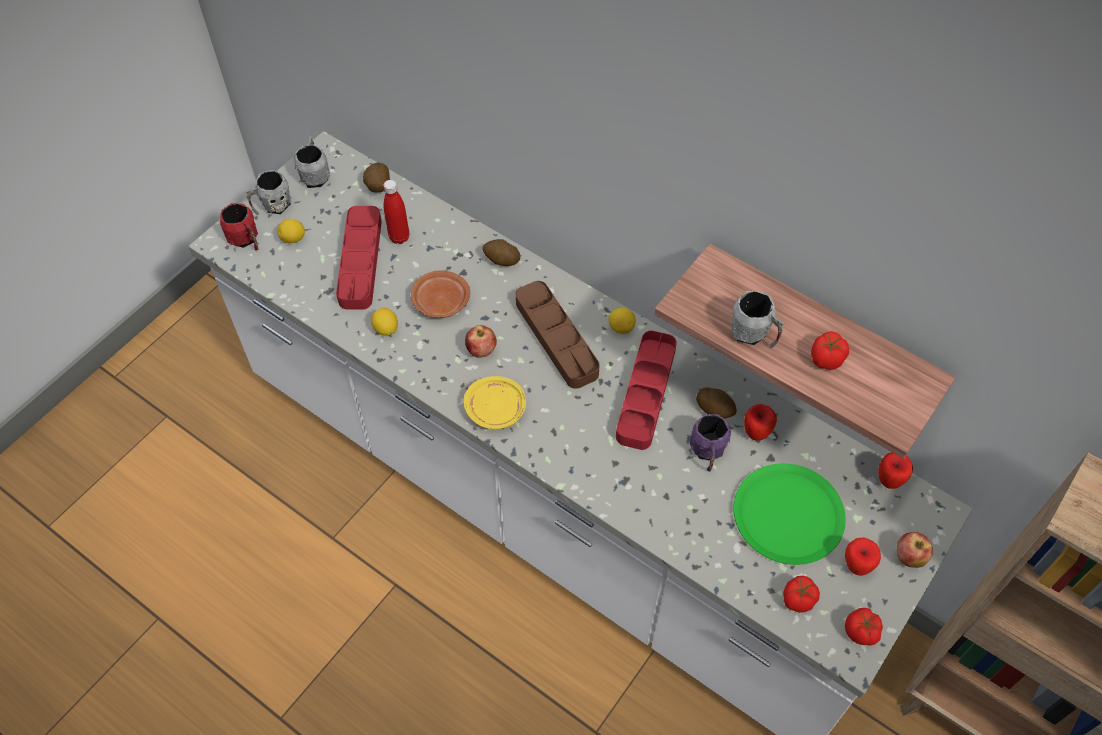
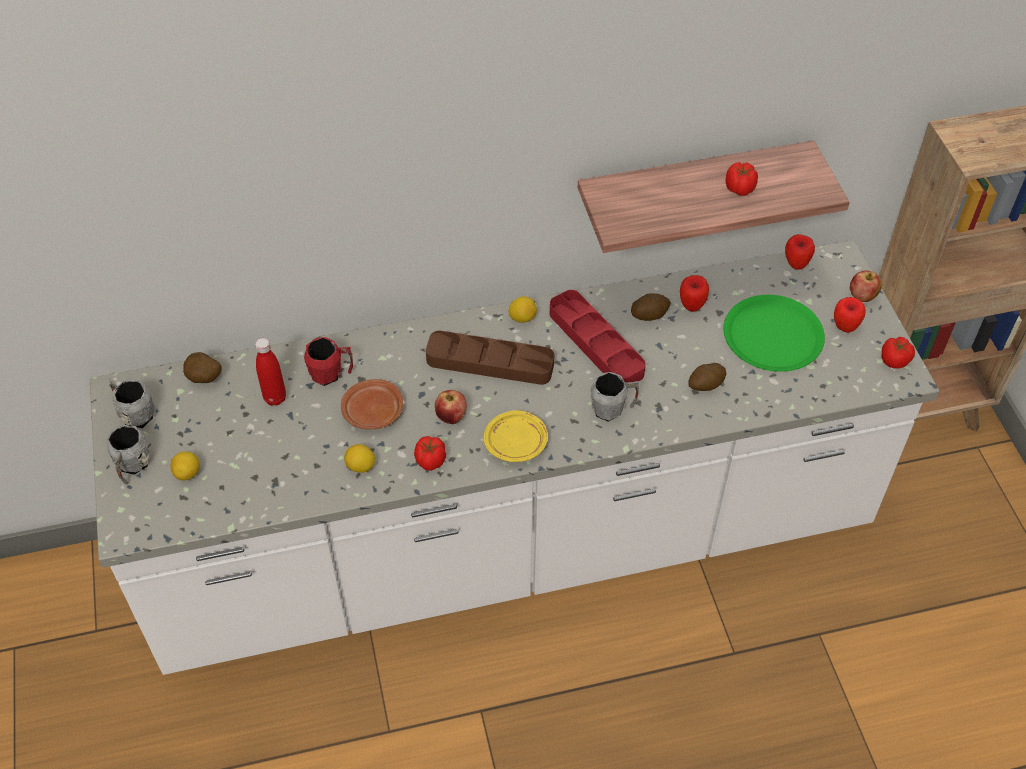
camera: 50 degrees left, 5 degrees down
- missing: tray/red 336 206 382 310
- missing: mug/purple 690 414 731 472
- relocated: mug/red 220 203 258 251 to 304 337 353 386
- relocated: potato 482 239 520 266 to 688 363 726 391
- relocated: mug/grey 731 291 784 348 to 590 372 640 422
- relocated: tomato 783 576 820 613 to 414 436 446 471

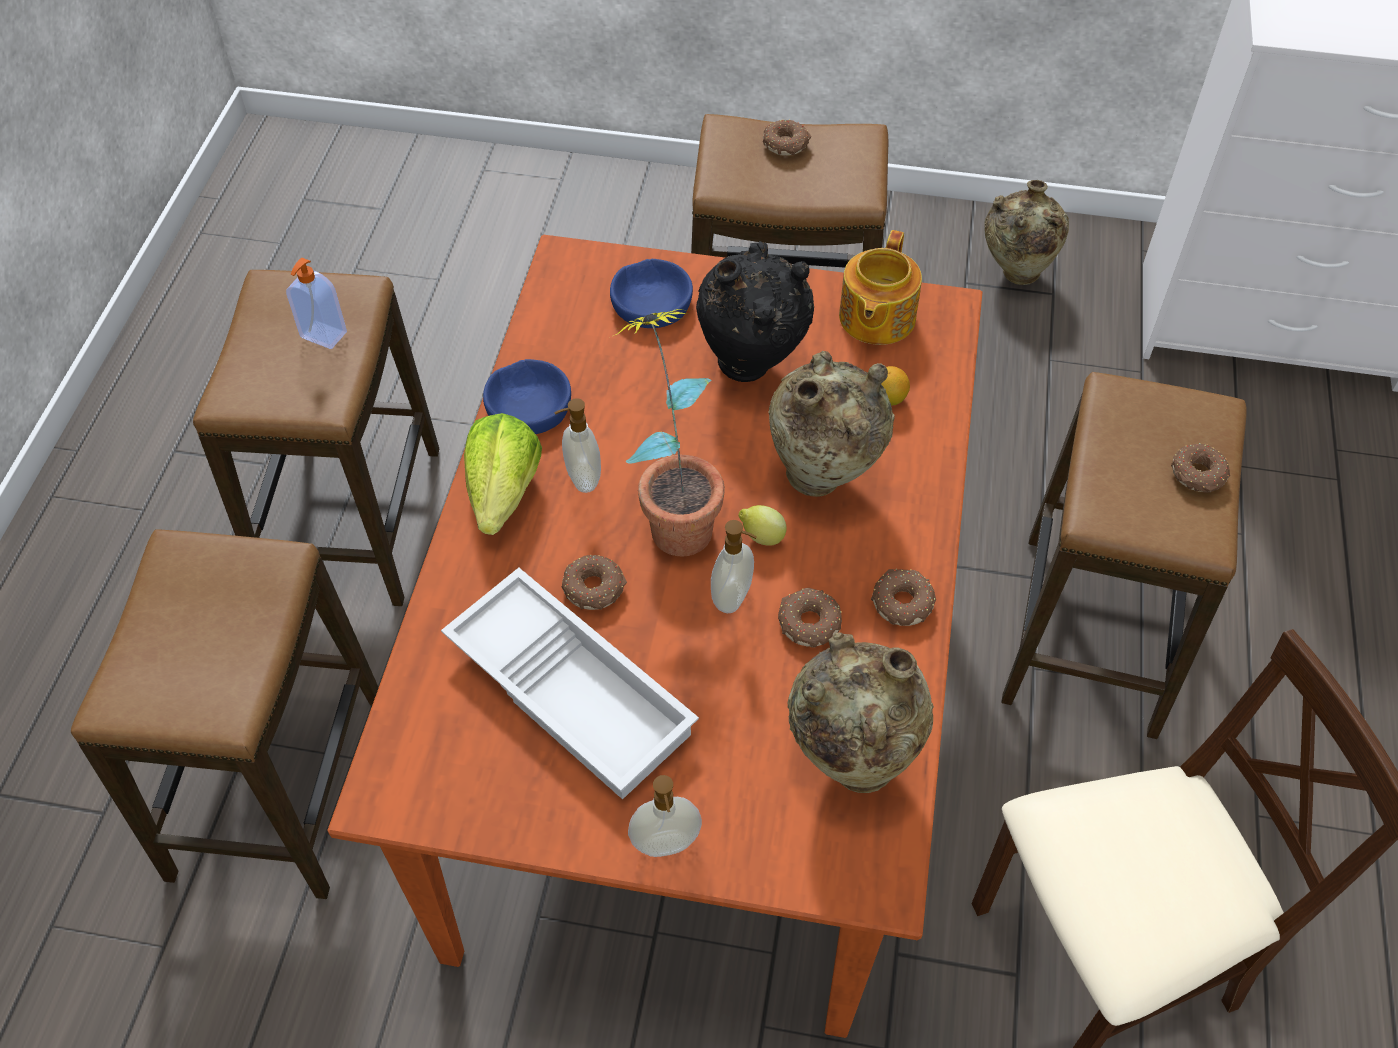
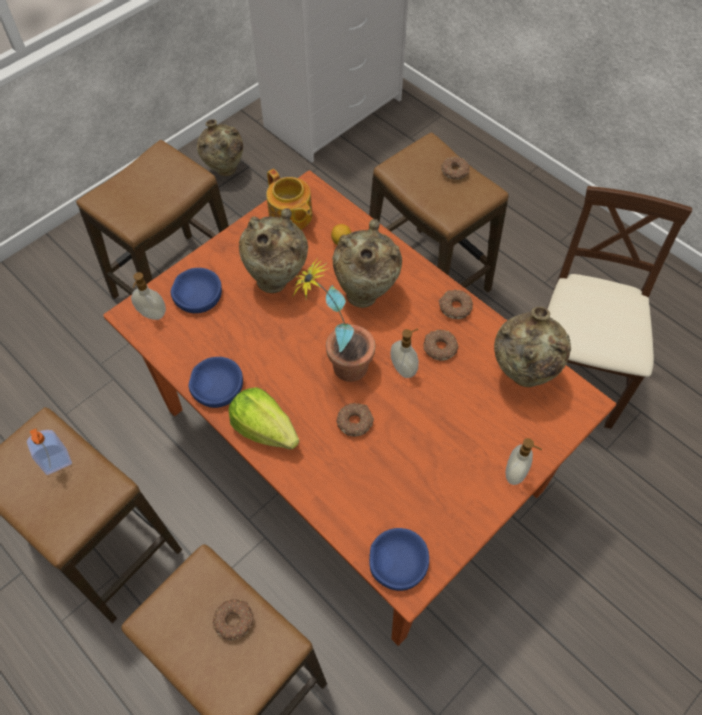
camera: 55 degrees left, 5 degrees up
- missing: tray/white 441 568 699 800
- missing: lemon 739 505 787 546
- appeared: bowl/blue 369 528 429 591
- relocated: soap dispenser 554 398 601 493 to 131 272 166 320
- relocated: donut 763 119 812 156 to 213 599 254 641
- colour: vase/black 696 241 814 382 to vase/beige 239 208 308 293

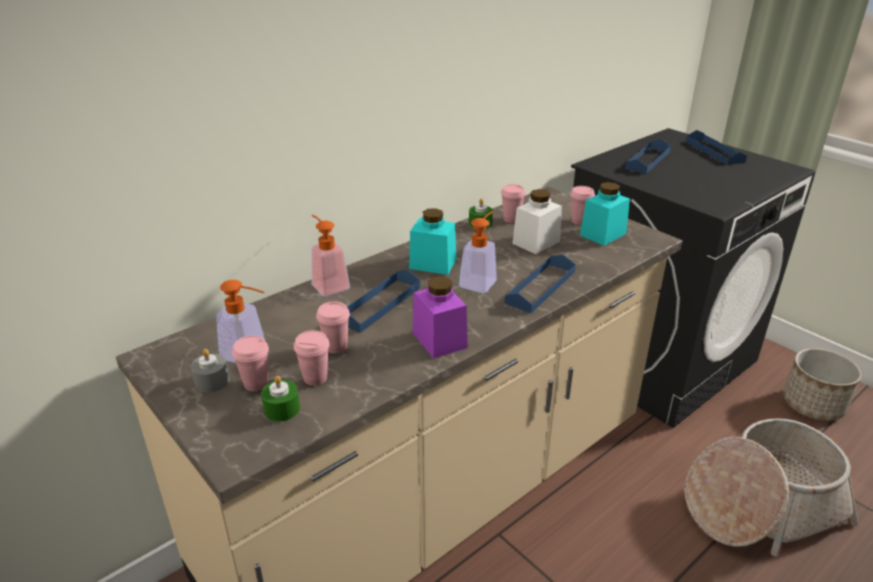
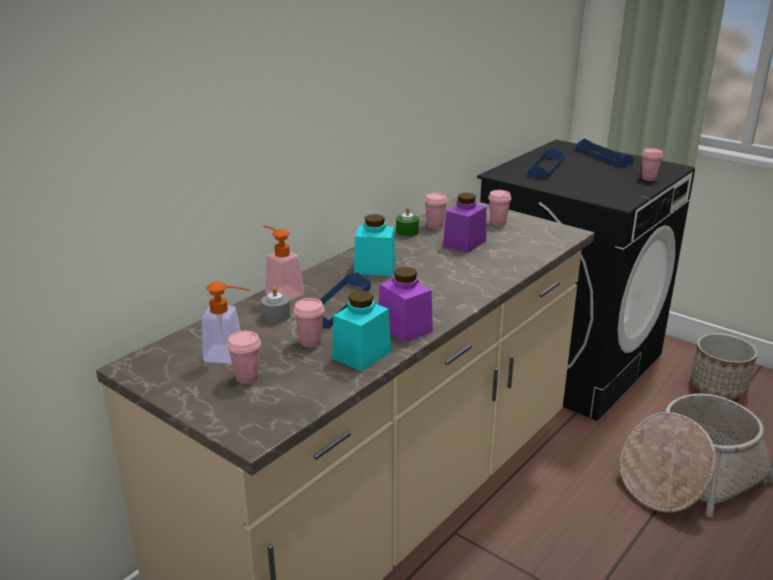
camera: 10 degrees left, 5 degrees down
- missing: candle/green 261 376 300 422
- missing: soap dispenser 459 211 497 293
- missing: tray/blue 504 254 576 313
- relocated: candle/grey 191 349 230 393 to 261 286 291 323
- relocated: cup/pink 294 330 330 386 to 642 148 663 181
- relocated: jar/turquoise 580 182 630 246 to 333 290 391 371
- colour: jar/white 512 189 562 254 to jar/purple 443 193 486 253

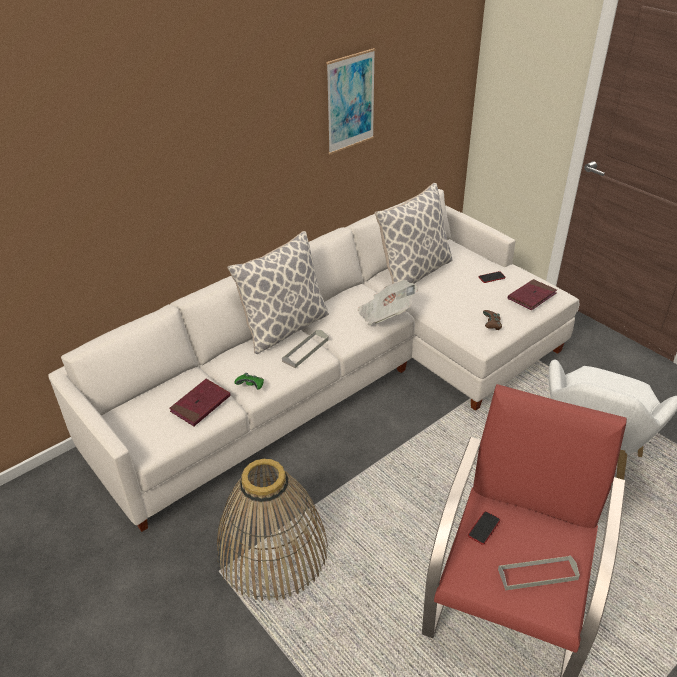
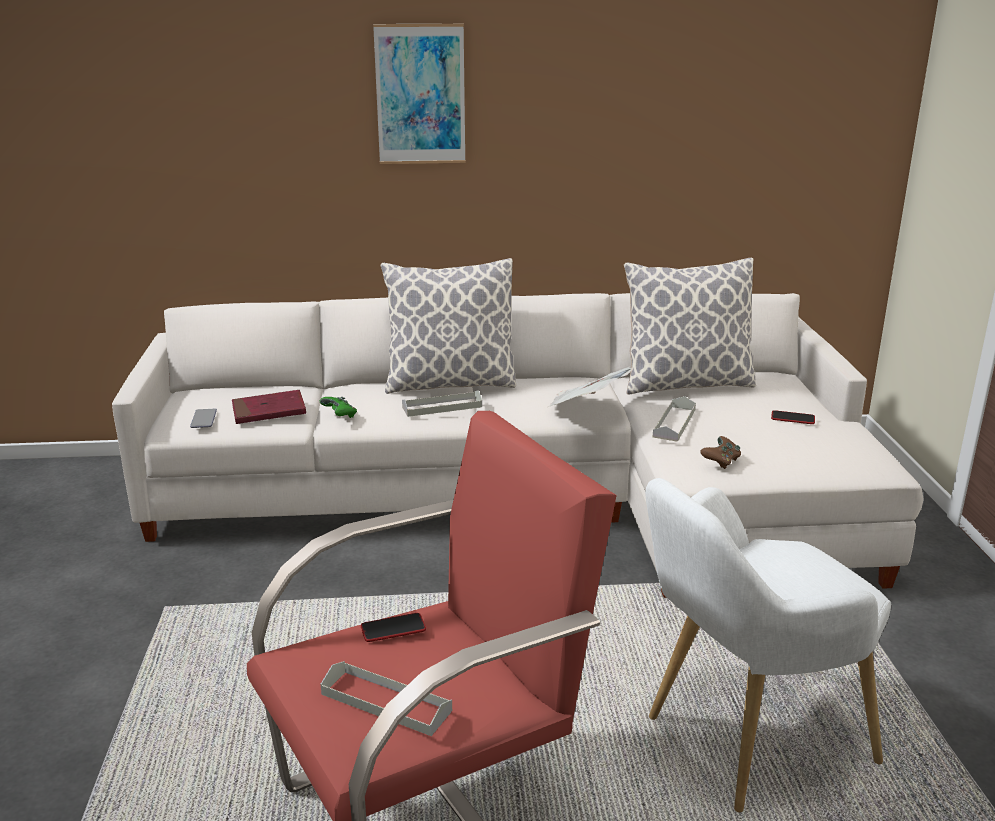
camera: 35 degrees right, 15 degrees down
- missing: basket 217 458 328 601
- missing: book/red 508 279 557 310
- appeared: phone 190 409 217 428
- appeared: tray/grey 653 396 696 442
- relocated: picture 326 48 375 154 to 373 24 465 164

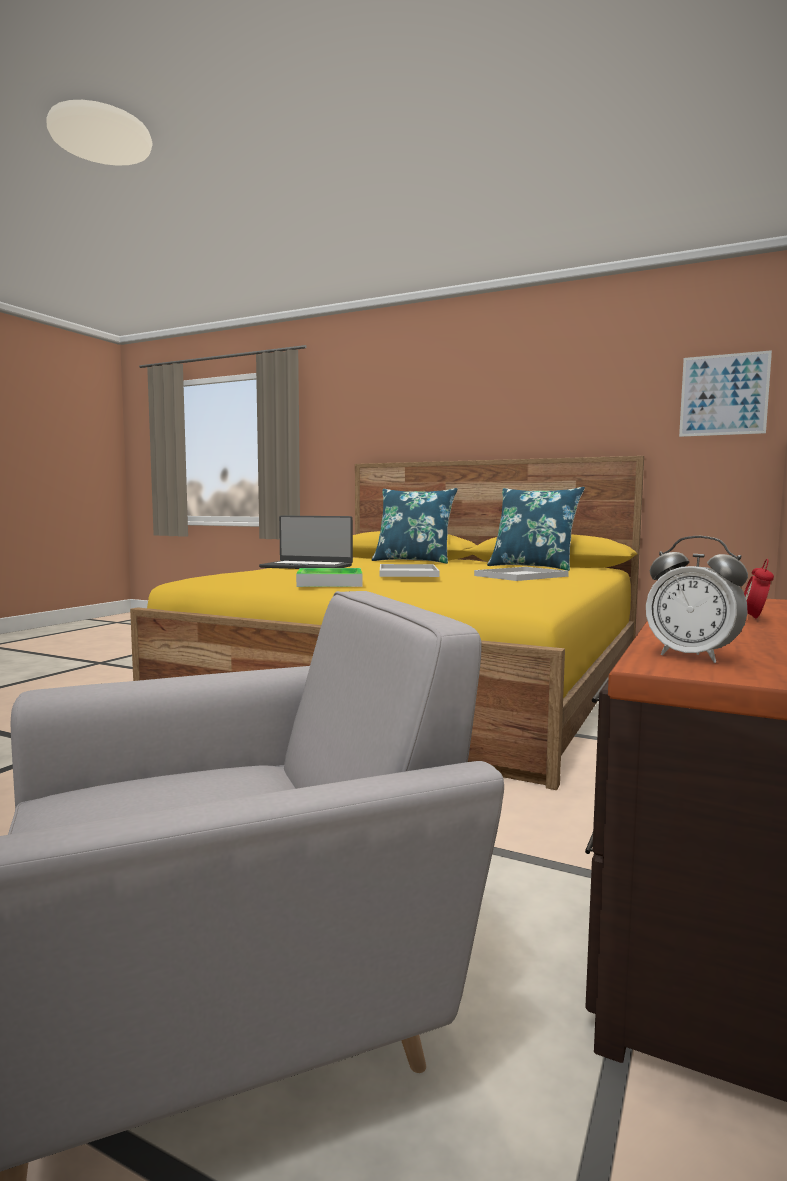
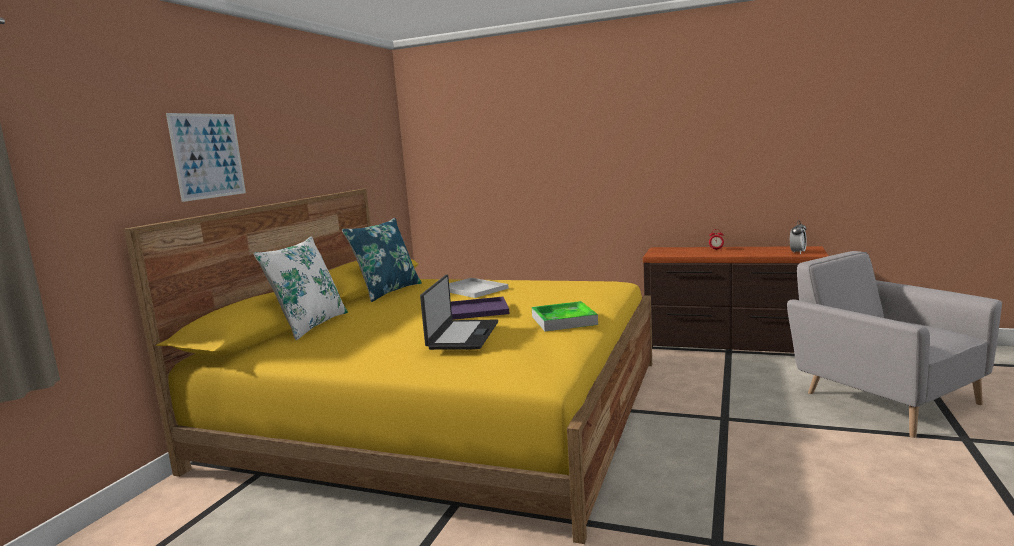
camera: 95 degrees left, 5 degrees up
- relocated: picture 679 350 772 437 to 166 113 246 202
- colour: pillow/blue 372 488 458 564 to pillow/white 254 237 348 340
- colour: tray/white 380 564 439 577 to tray/purple 451 297 509 320

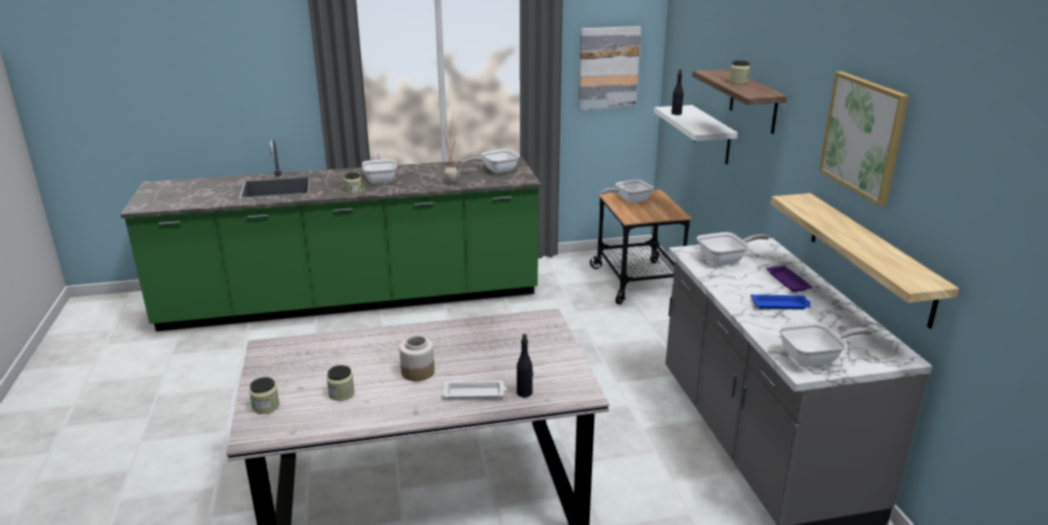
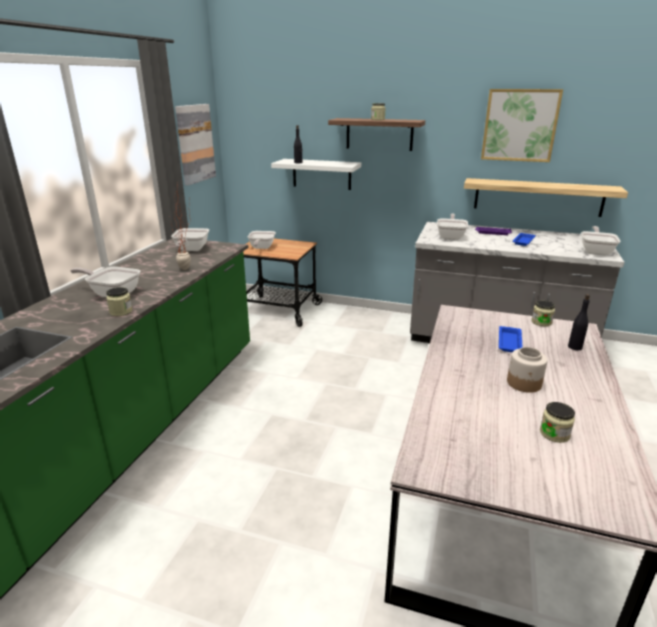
camera: 60 degrees left, 0 degrees up
- missing: tray/white 442 381 507 399
- appeared: tray/blue 499 326 522 352
- relocated: jar 249 377 280 414 to 531 300 555 326

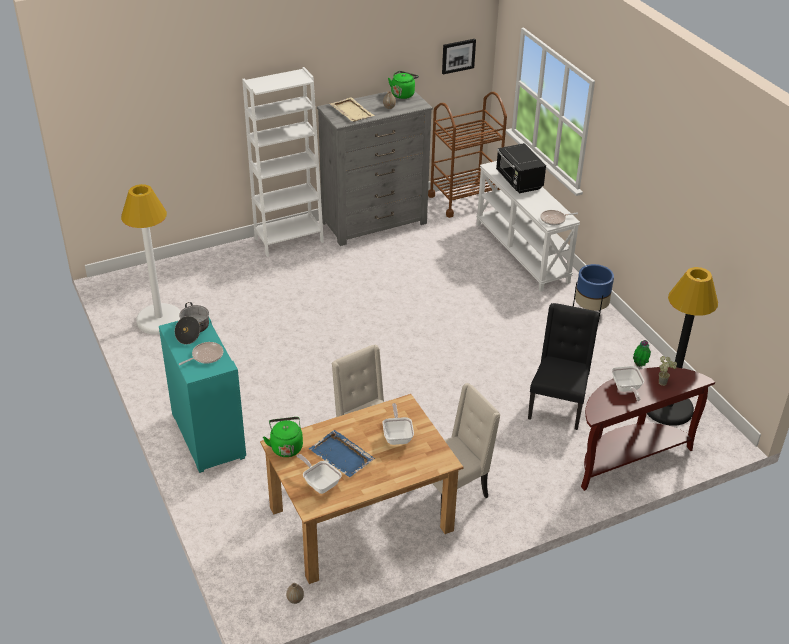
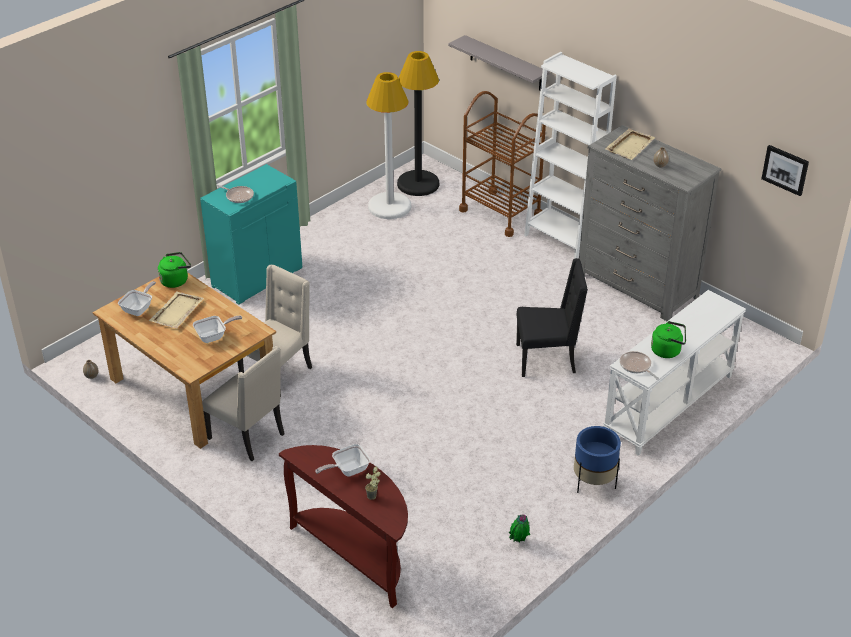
camera: 70 degrees right, 0 degrees up
- missing: cooking pot 175 302 209 344
- missing: microwave/black 496 143 546 193
- appeared: shelf/grey 448 35 550 91
- relocated: kettle/green 388 71 419 99 to 651 321 686 358
- relocated: cart/brown 428 92 507 218 to 459 91 546 237
- relocated: chair/black 528 303 600 430 to 516 258 588 377
- relocated: floor lamp/black 647 267 718 426 to 397 51 439 196
- colour: tray/blue 309 430 375 477 to tray/beige 149 291 204 329

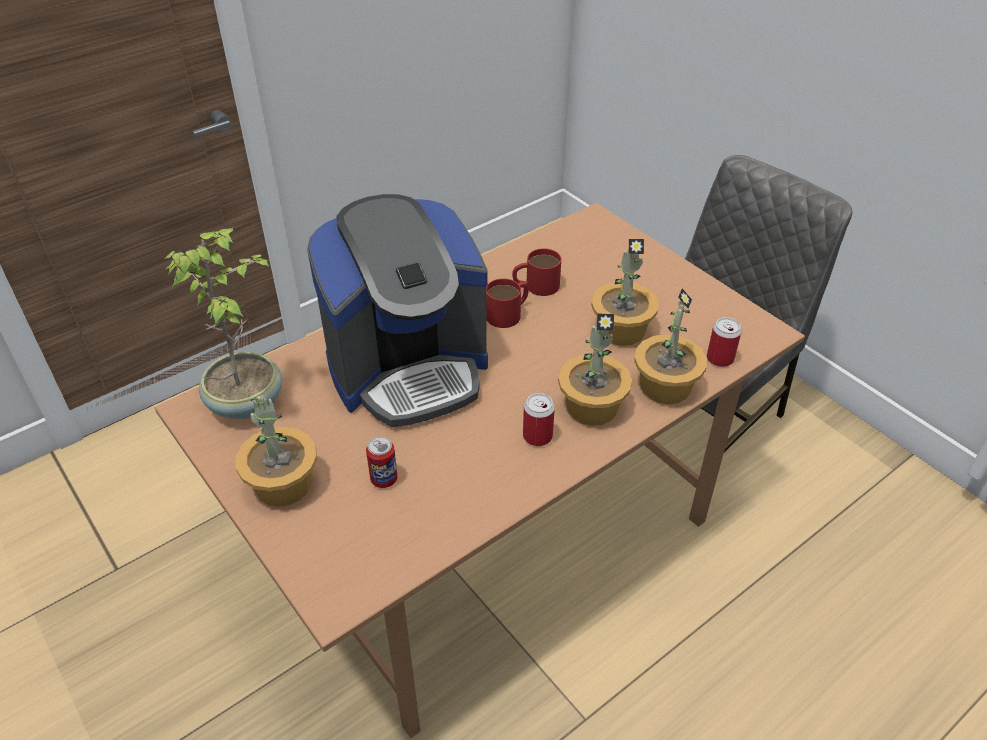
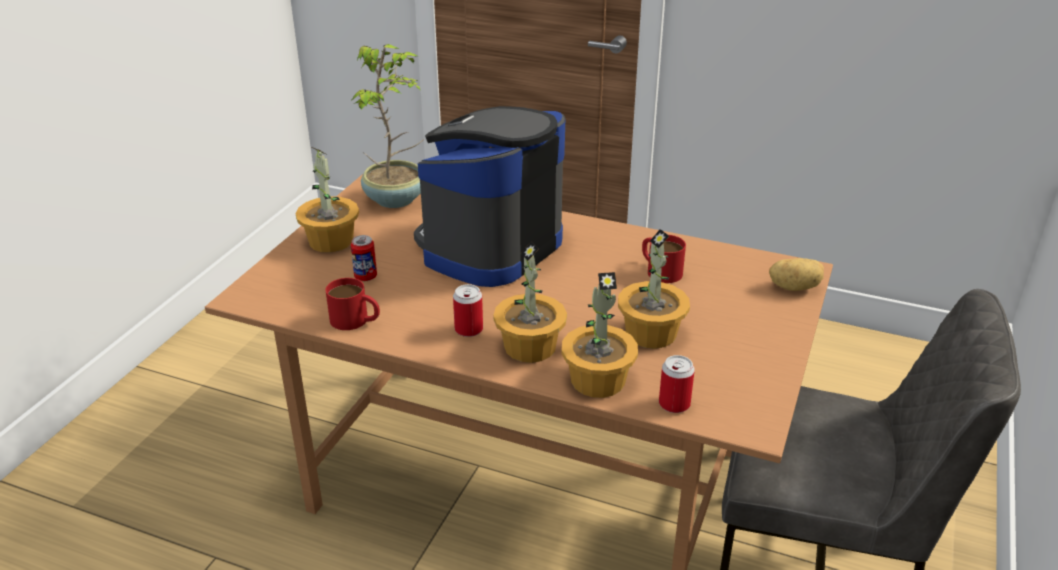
camera: 60 degrees right, 10 degrees down
- appeared: potato 769 258 824 291
- relocated: mug/red 486 279 529 328 to 326 278 380 330
- spun: coffee machine 307 194 488 427 = 414 106 565 287 90 degrees clockwise

